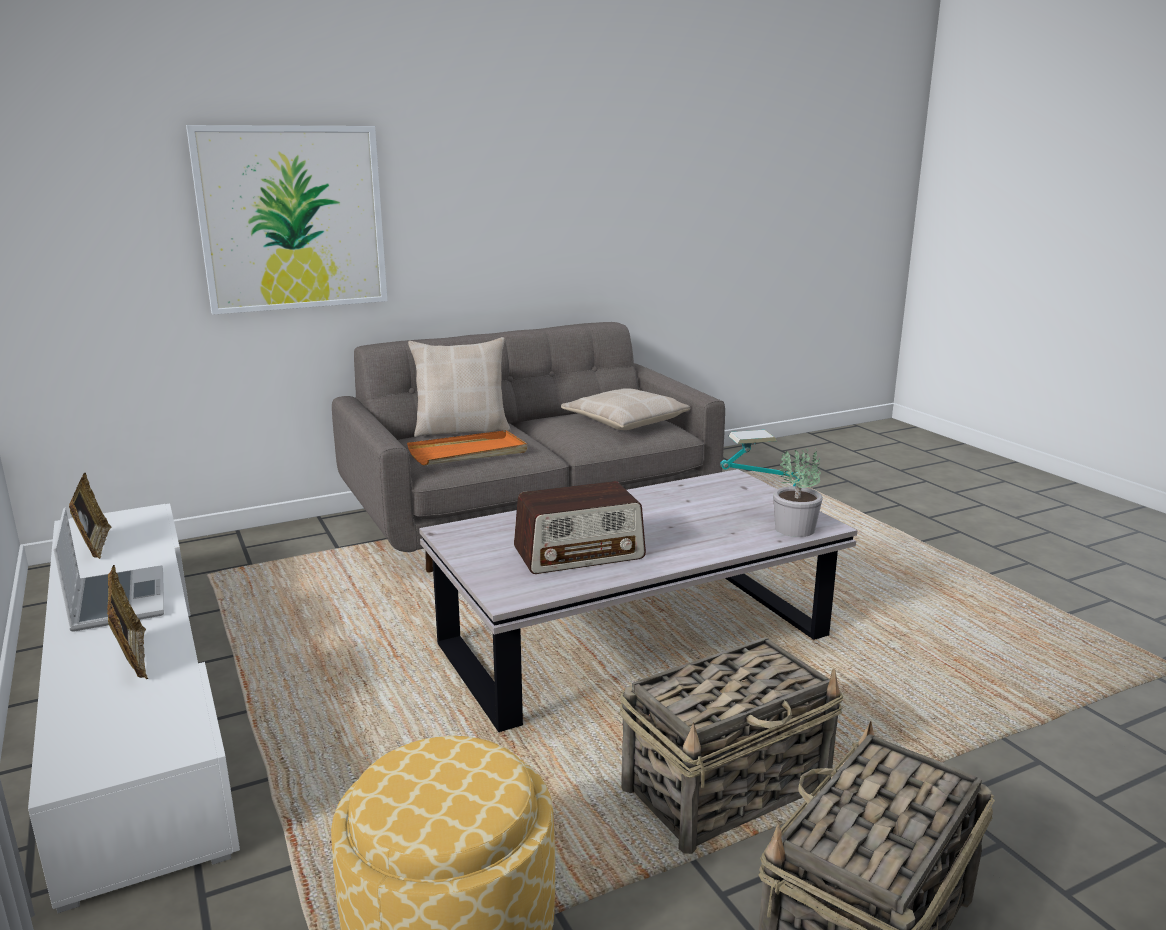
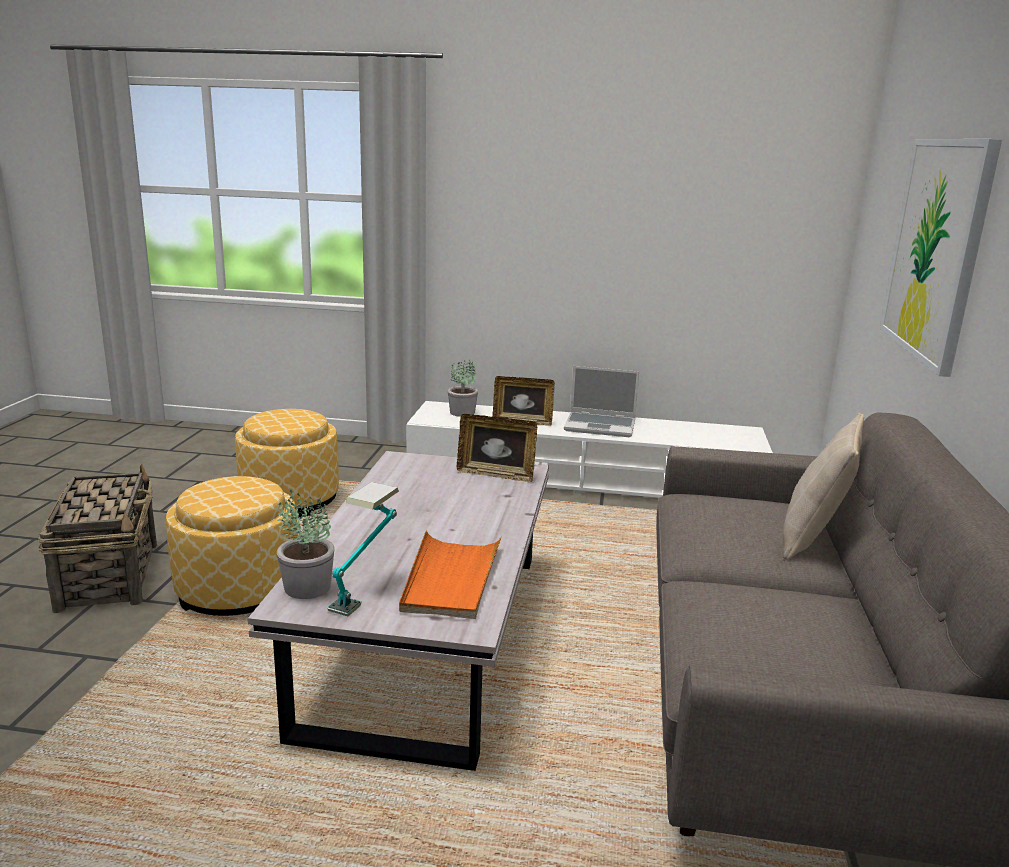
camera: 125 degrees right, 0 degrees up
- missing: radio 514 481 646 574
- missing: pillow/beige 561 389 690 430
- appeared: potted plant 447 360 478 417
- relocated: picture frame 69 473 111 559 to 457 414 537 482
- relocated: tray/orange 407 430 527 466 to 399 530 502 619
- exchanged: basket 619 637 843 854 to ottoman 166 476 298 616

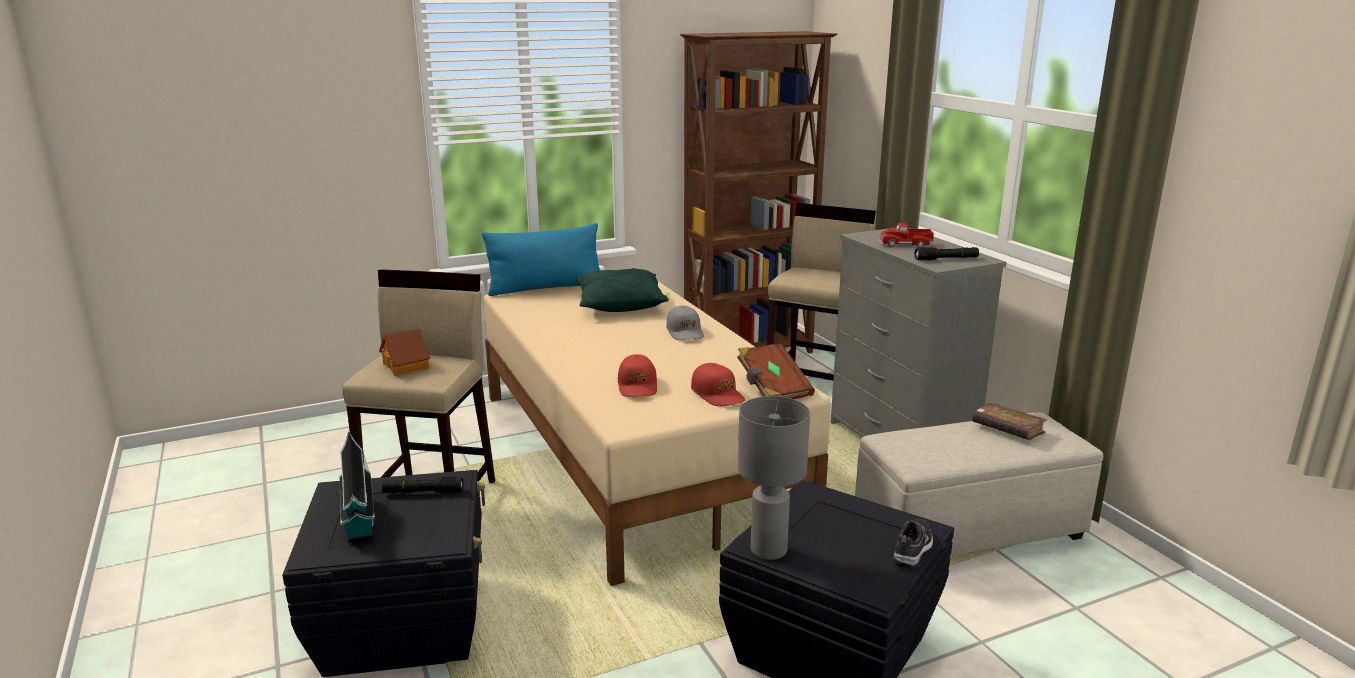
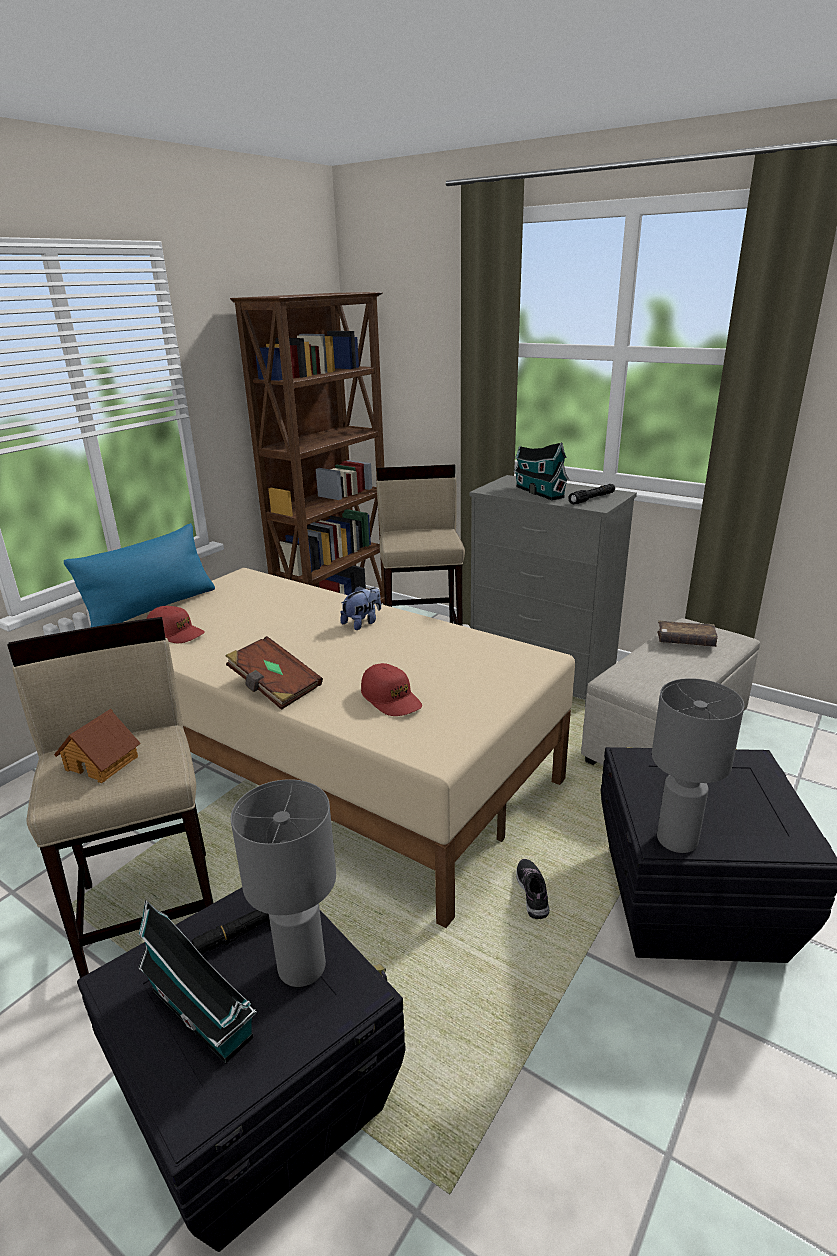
camera: 30 degrees left, 5 degrees up
- missing: pillow/green 576 268 669 312
- appeared: table lamp/grey 230 779 336 987
- relocated: cap/red 691 363 745 406 to 147 606 205 643
- relocated: book/brown 737 343 815 399 to 226 636 323 710
- relocated: shoe 893 519 933 568 to 516 859 549 919
- exchanged: cap/grey 666 305 704 340 to plush toy 340 586 381 630
- exchanged: toy truck 879 223 934 248 to toy house 514 442 569 500

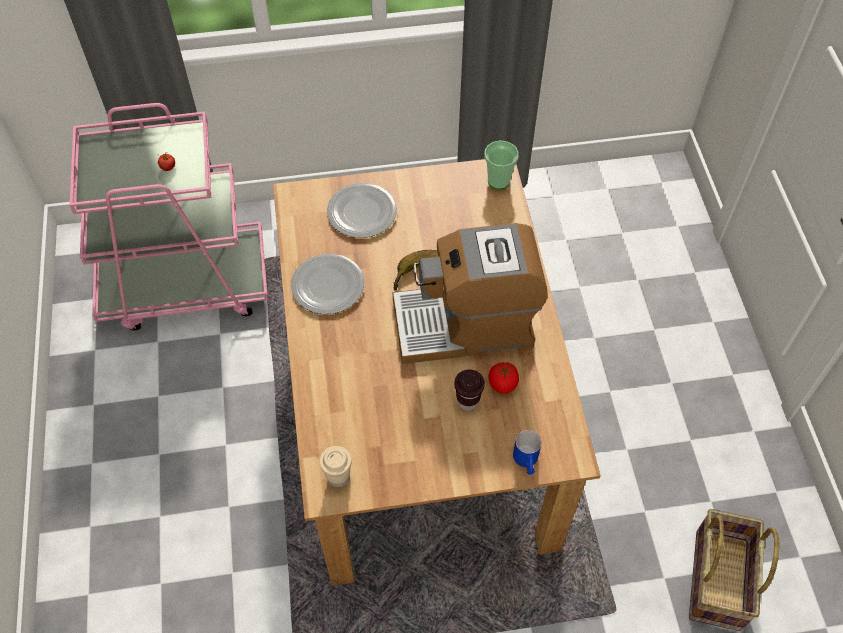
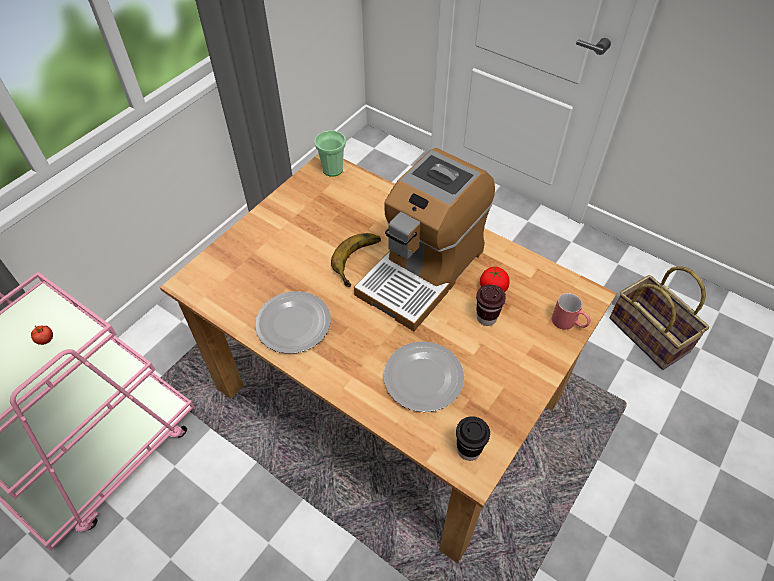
camera: 45 degrees left, 5 degrees down
- relocated: plate 327 183 397 238 to 384 341 464 412
- colour: cup/beige 320 446 352 487 to cup/black 456 416 490 461
- colour: mug/blue 513 430 541 475 to mug/red 552 293 591 330

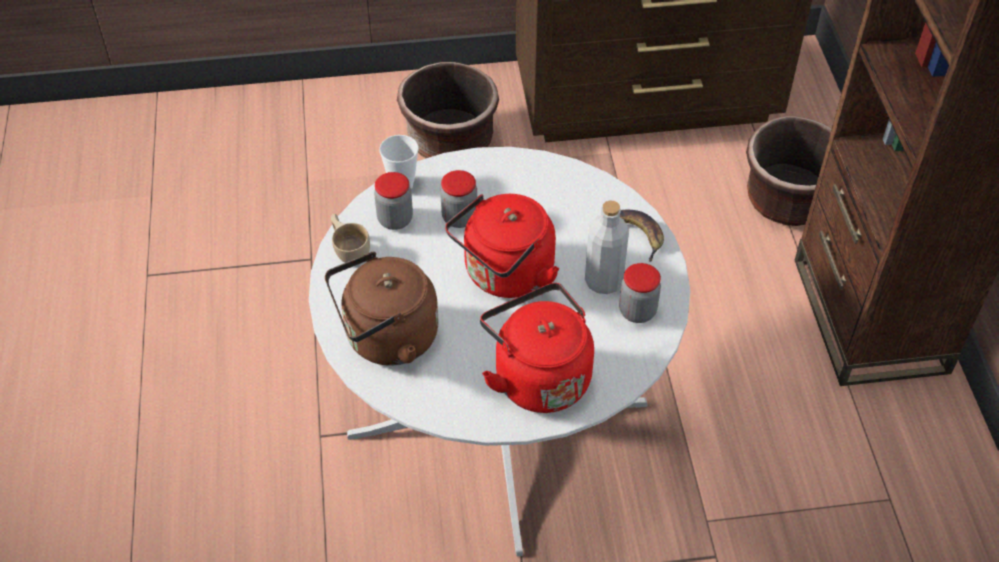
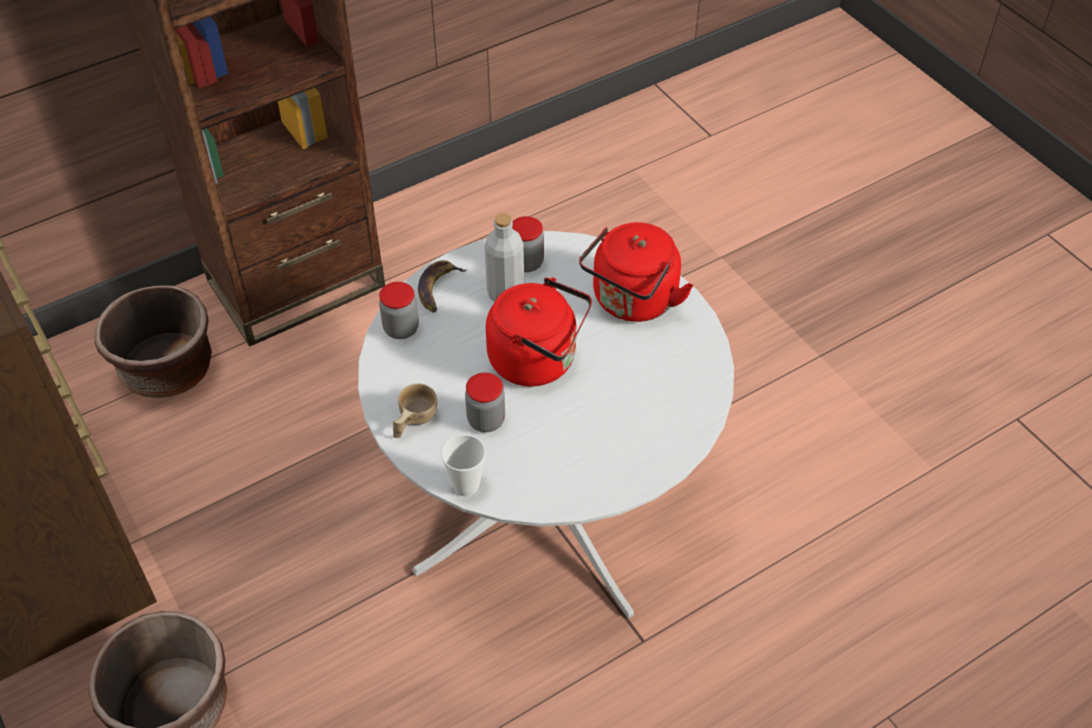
camera: 115 degrees left, 0 degrees up
- missing: kettle/brown 325 252 439 365
- relocated: cup/beige 331 214 370 265 to 393 383 437 438
- relocated: jar 374 172 413 230 to 379 282 419 339

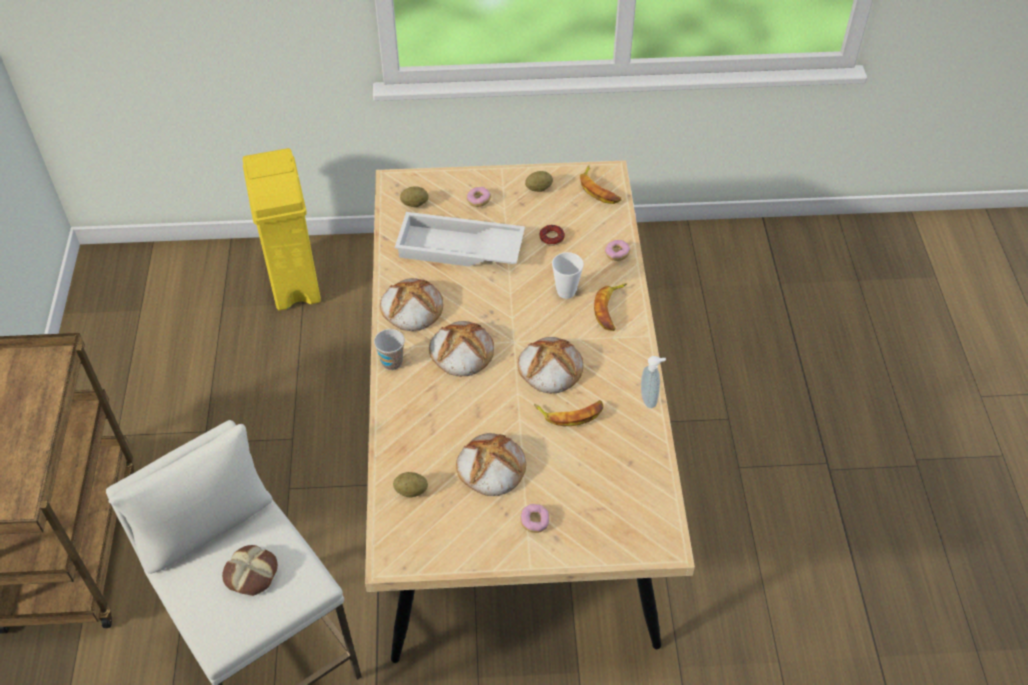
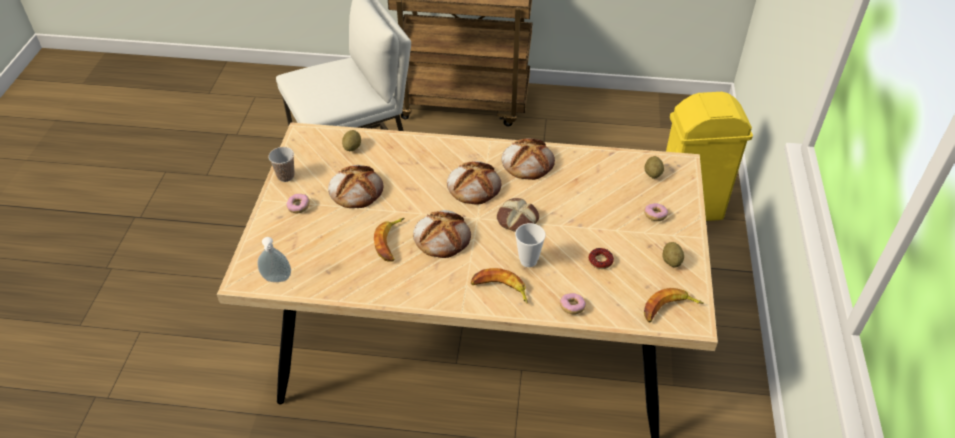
camera: 100 degrees right, 5 degrees down
- missing: tray/white 395 212 525 267
- relocated: bread 222 545 278 596 to 497 198 539 232
- relocated: cup 374 329 405 370 to 268 147 295 182
- relocated: soap dispenser 641 356 666 408 to 257 237 291 282

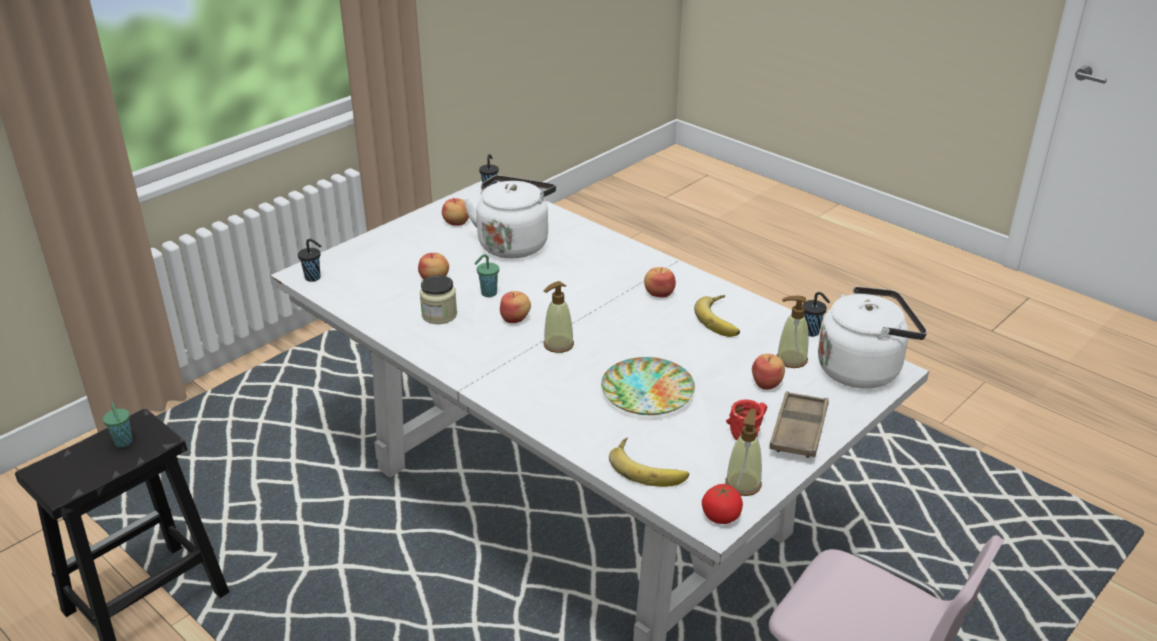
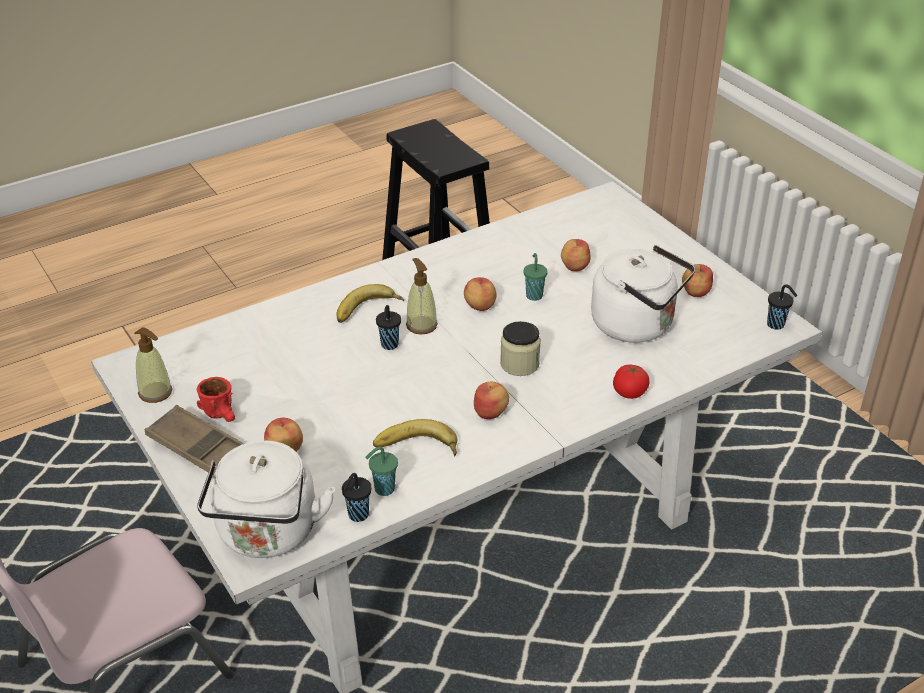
camera: 105 degrees right, 5 degrees up
- missing: plate 601 357 695 415
- missing: soap dispenser 777 296 808 368
- relocated: cup/green 103 403 132 447 to 365 446 398 496
- relocated: cup/black 298 239 321 282 to 376 305 401 350
- relocated: jar 420 275 457 324 to 500 321 541 376
- relocated: banana 609 438 689 487 to 337 284 404 323
- relocated: tomato 702 484 743 524 to 613 364 650 399

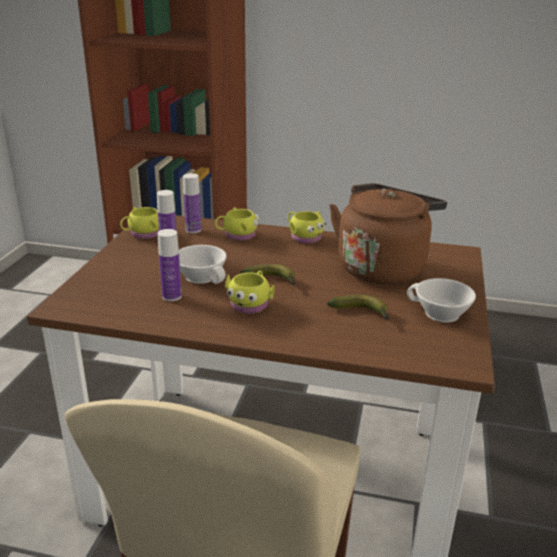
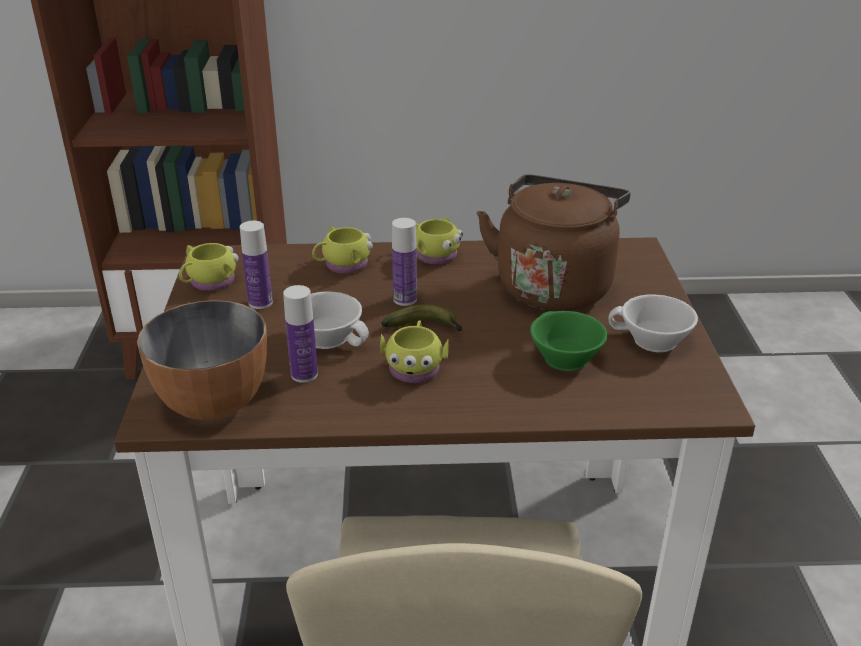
camera: 15 degrees left, 5 degrees up
- appeared: bowl 137 300 267 420
- relocated: bottle 183 173 201 233 to 392 218 417 306
- exchanged: banana 327 295 389 320 to cup/green 530 311 607 371

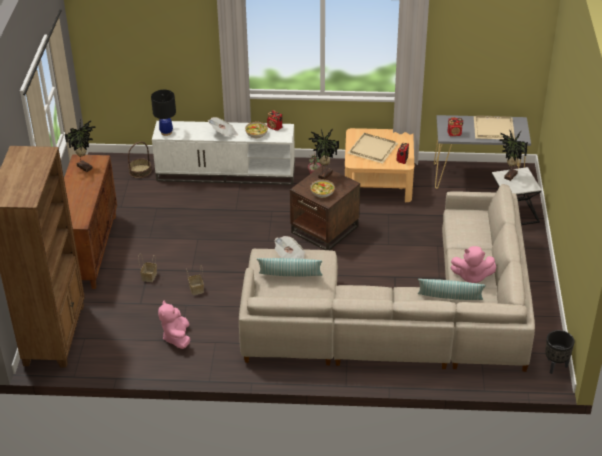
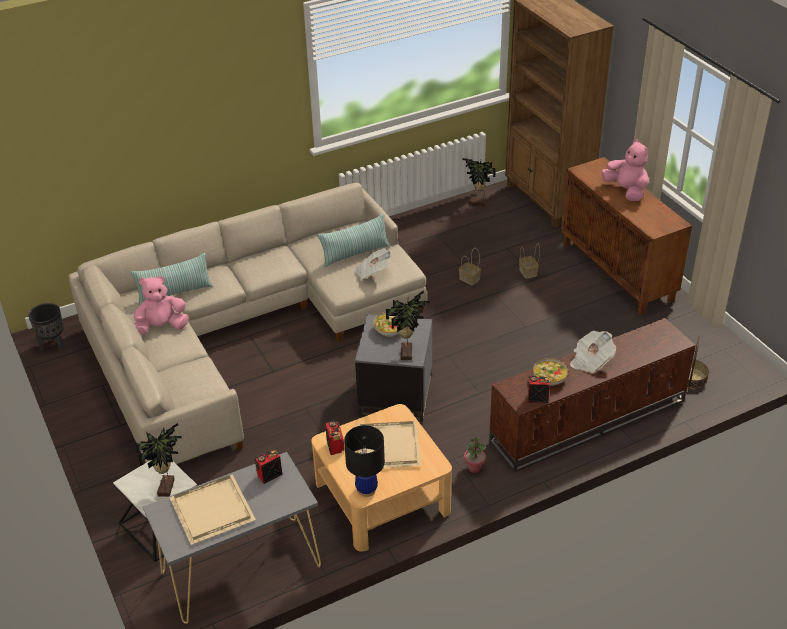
camera: 150 degrees right, 0 degrees up
- relocated: potted plant 65 119 95 172 to 462 158 496 206
- relocated: table lamp/black 151 90 176 136 to 344 425 385 497
- relocated: plush toy/pink 158 300 190 349 to 601 139 649 201
- colour: tv stand/white 152 121 295 185 to tv stand/brown 489 318 696 472
- colour: side table/brown 290 165 360 250 to side table/grey 355 314 432 422

